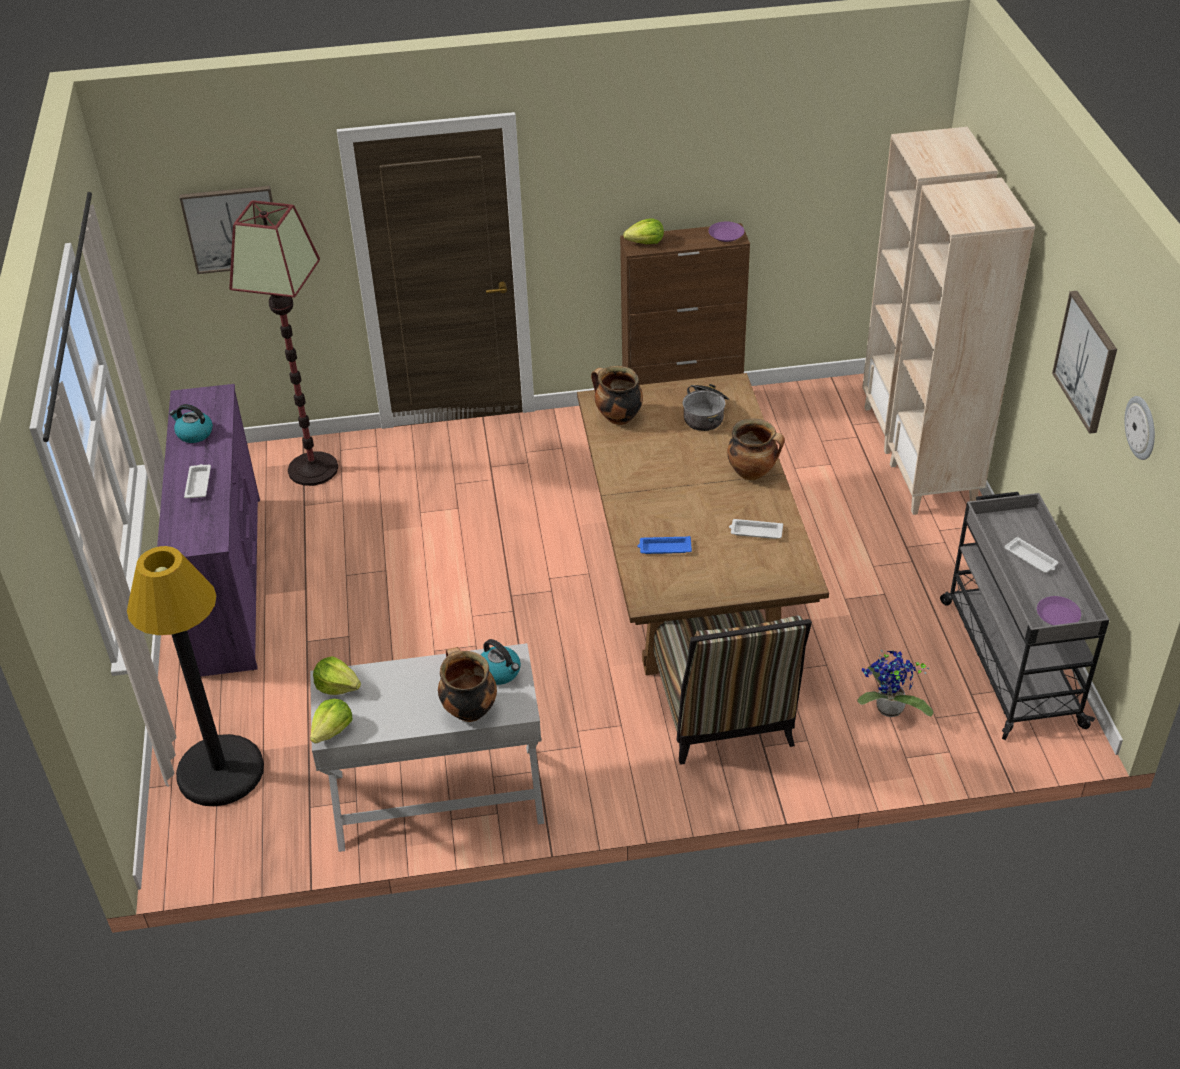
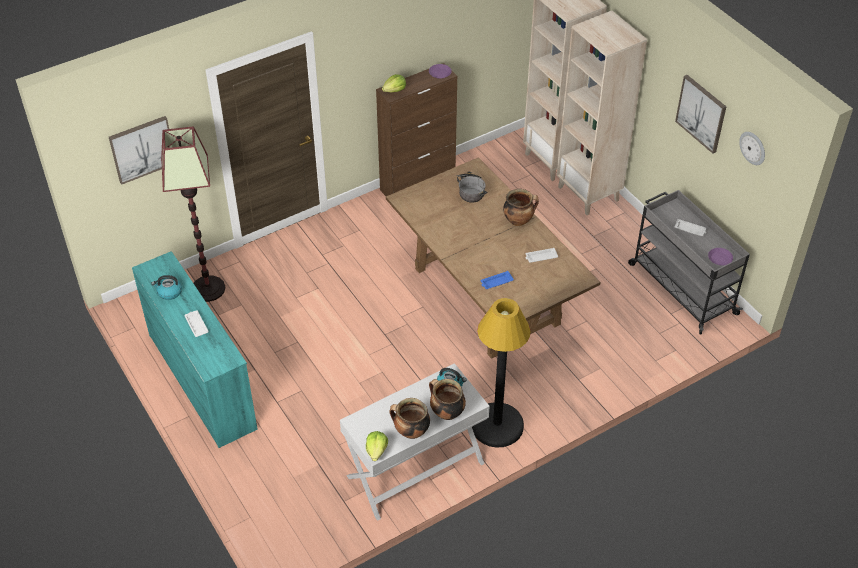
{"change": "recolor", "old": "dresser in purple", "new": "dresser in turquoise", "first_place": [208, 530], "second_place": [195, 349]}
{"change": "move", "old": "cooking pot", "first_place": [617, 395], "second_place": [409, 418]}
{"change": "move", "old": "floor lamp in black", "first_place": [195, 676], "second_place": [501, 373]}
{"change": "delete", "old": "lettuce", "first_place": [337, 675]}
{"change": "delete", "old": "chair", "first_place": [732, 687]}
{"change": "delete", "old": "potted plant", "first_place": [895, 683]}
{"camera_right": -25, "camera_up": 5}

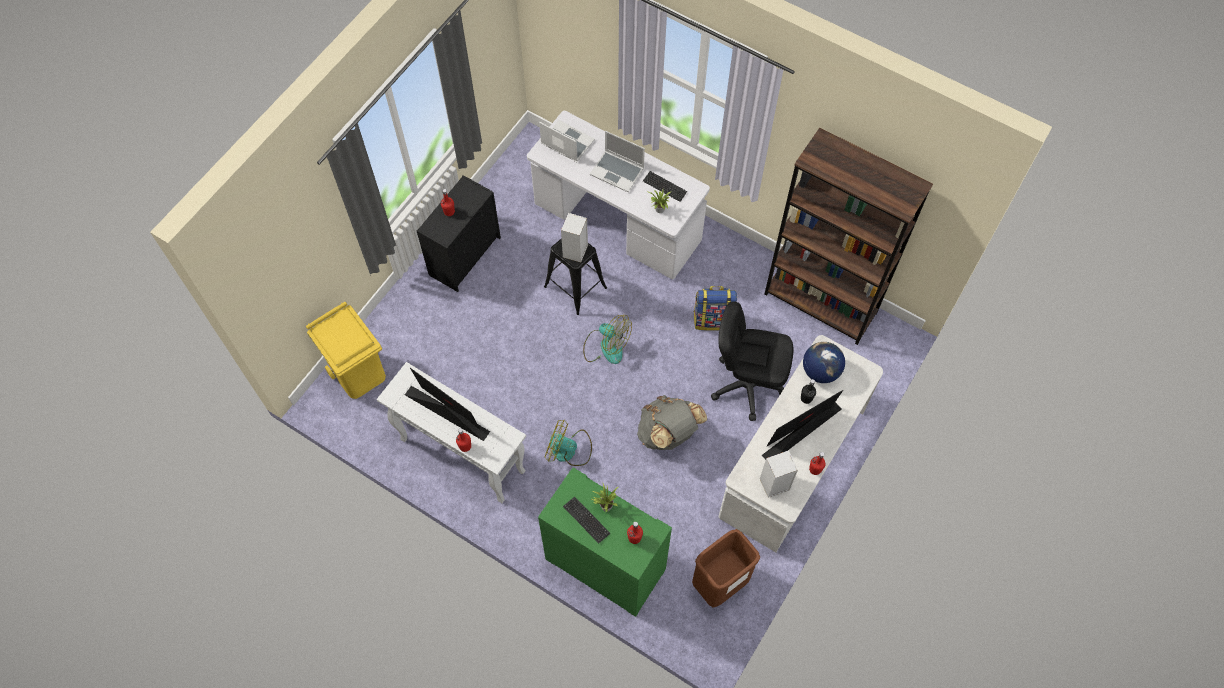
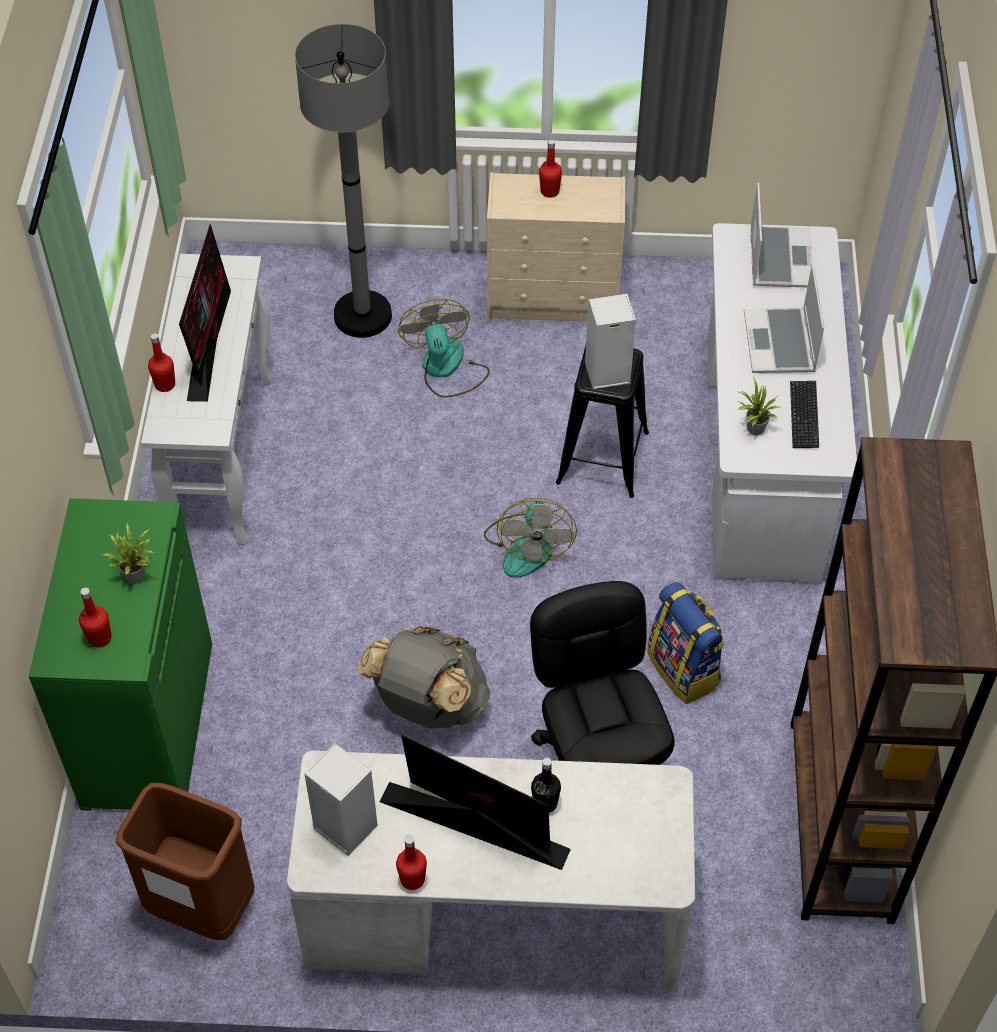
{"change": "insert", "new": "floor lamp in grey", "second_place": [343, 181]}
{"change": "move", "old": "fan", "first_place": [568, 443], "second_place": [444, 348]}
{"change": "recolor", "old": "dresser in black", "new": "dresser in beige", "first_place": [458, 233], "second_place": [556, 247]}
{"change": "delete", "old": "trash can in yellow", "first_place": [346, 350]}
{"change": "delete", "old": "keyboard", "first_place": [586, 520]}
{"change": "delete", "old": "globe", "first_place": [824, 362]}
{"camera_right": 60, "camera_up": -10}

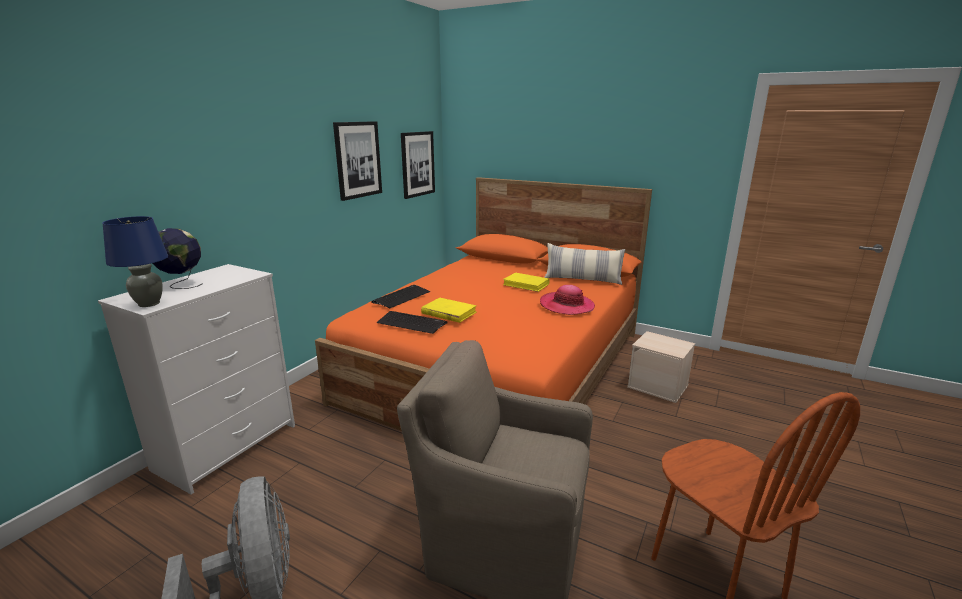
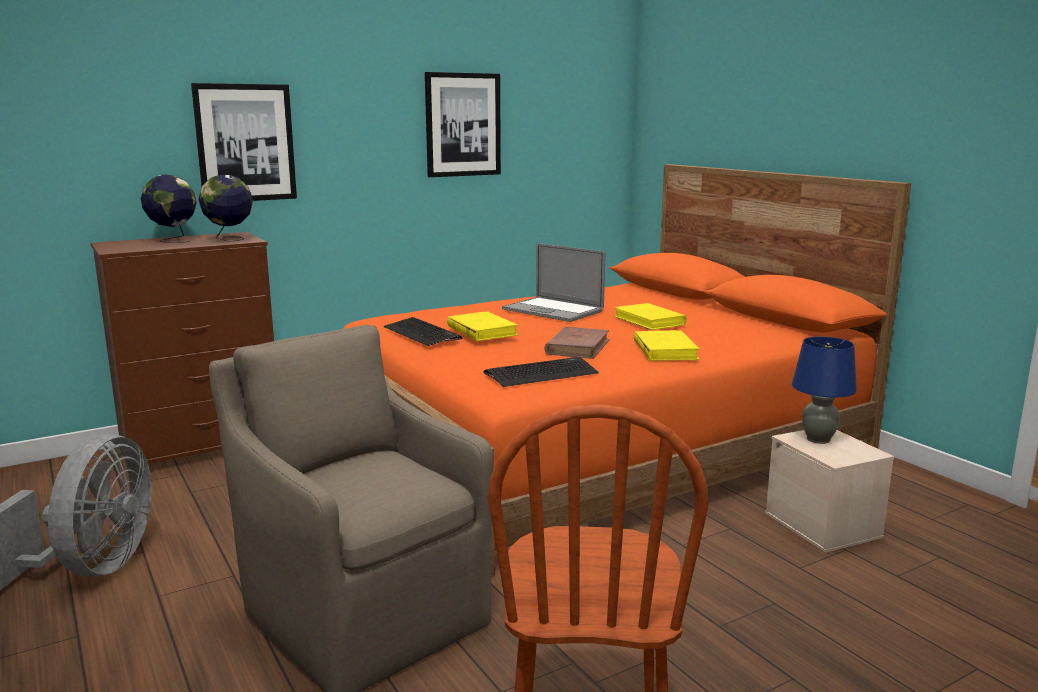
{"change": "recolor", "old": "dresser in white", "new": "dresser in brown", "first_place": [196, 379], "second_place": [182, 348]}
{"change": "move", "old": "picture", "first_place": [418, 165], "second_place": [244, 142]}
{"change": "insert", "new": "globe", "second_place": [226, 208]}
{"change": "move", "old": "keyboard", "first_place": [400, 296], "second_place": [541, 372]}
{"change": "insert", "new": "laptop", "second_place": [553, 282]}
{"change": "insert", "new": "book in brown", "second_place": [577, 343]}
{"change": "replace", "old": "hat", "new": "book in yellow", "first_place": [567, 300], "second_place": [667, 345]}
{"change": "move", "old": "table lamp in blue", "first_place": [135, 261], "second_place": [824, 390]}
{"change": "delete", "old": "pillow", "first_place": [584, 264]}
{"camera_right": 30, "camera_up": -5}

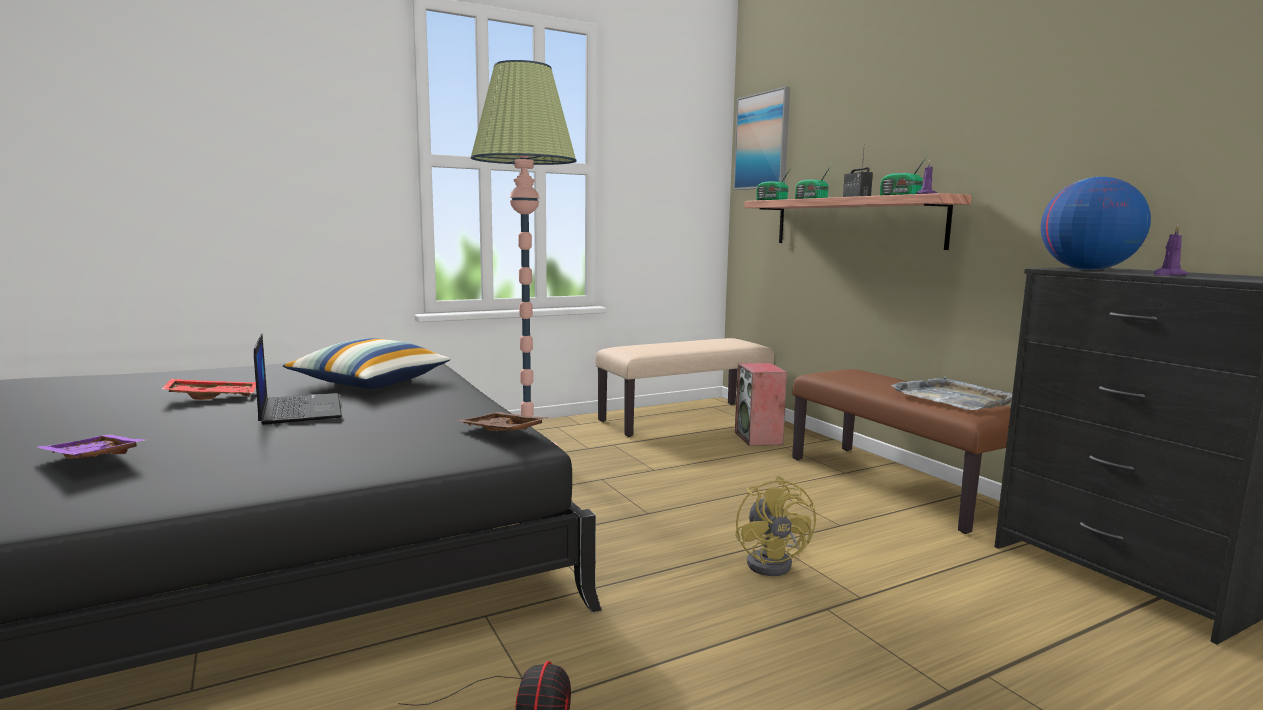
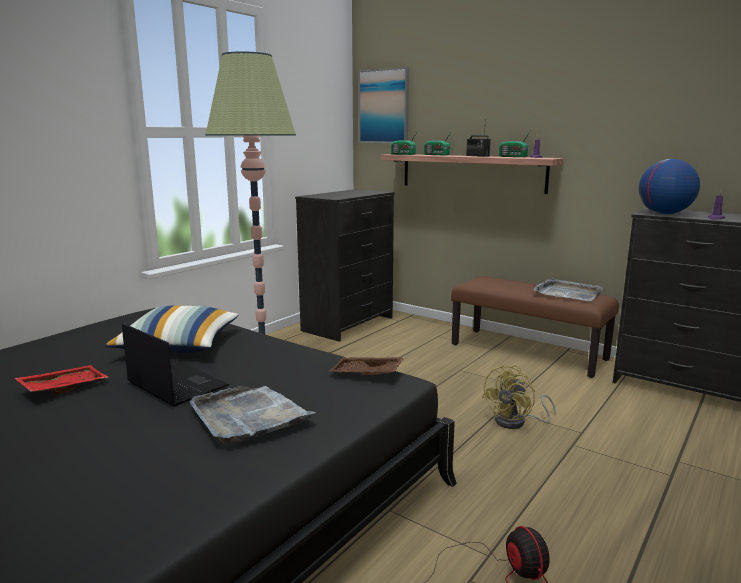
{"change": "insert", "new": "tray in grey", "second_place": [252, 414]}
{"change": "replace", "old": "bench in beige", "new": "dresser in black", "first_place": [685, 387], "second_place": [344, 265]}
{"change": "rotate", "old": "fan in yellow", "first_place": [776, 526], "second_place": [519, 397], "degrees": 75}
{"change": "delete", "old": "tray in purple", "first_place": [92, 447]}
{"change": "delete", "old": "speaker", "first_place": [761, 404]}
{"camera_right": -25, "camera_up": 5}

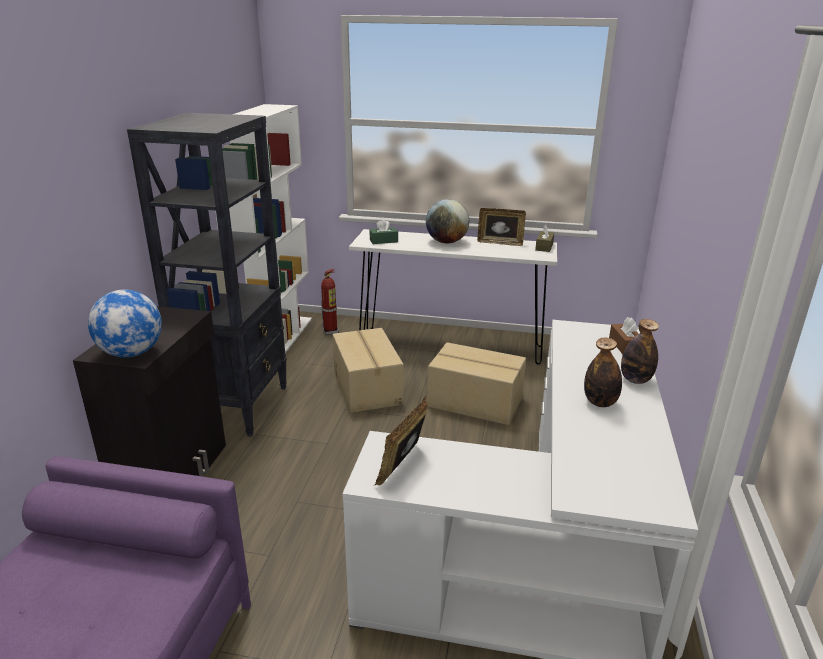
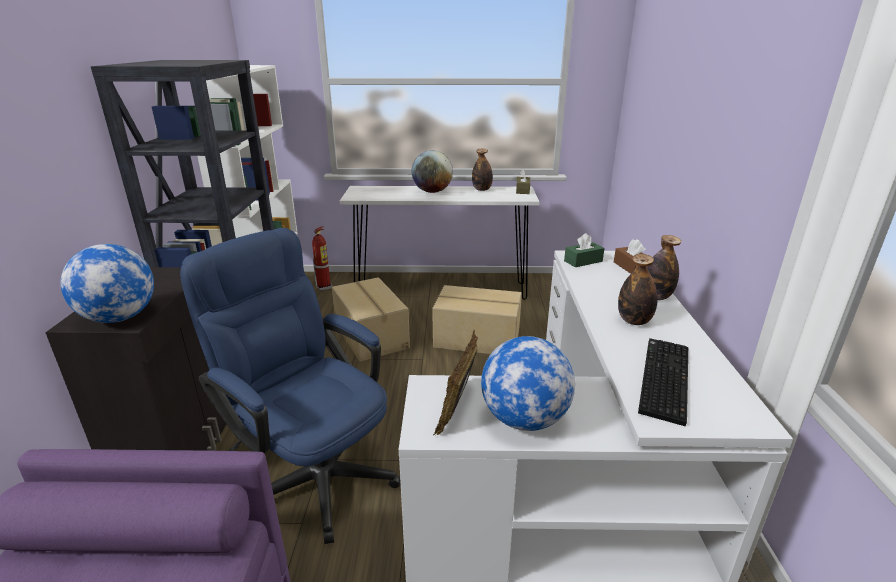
{"change": "insert", "new": "office chair in blue", "second_place": [290, 386]}
{"change": "replace", "old": "picture frame", "new": "bottle", "first_place": [501, 227], "second_place": [482, 170]}
{"change": "insert", "new": "globe", "second_place": [528, 383]}
{"change": "move", "old": "tissue box in green", "first_place": [384, 231], "second_place": [584, 250]}
{"change": "insert", "new": "keyboard", "second_place": [663, 382]}
{"camera_right": -10, "camera_up": 0}

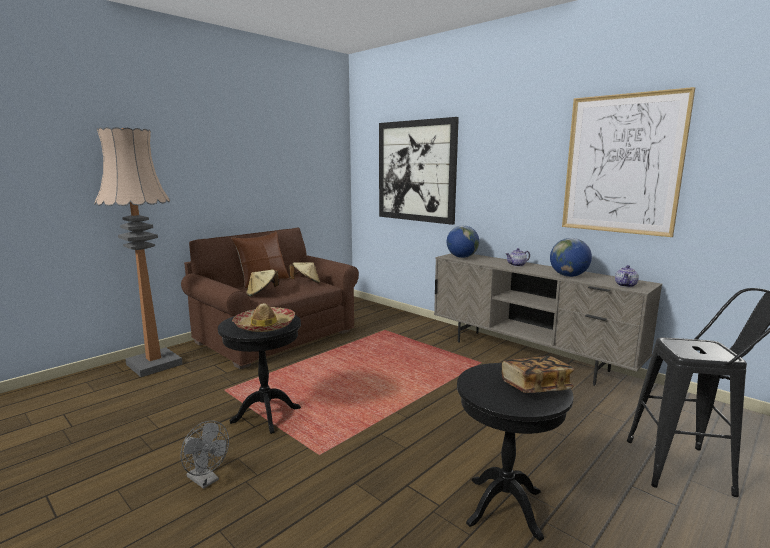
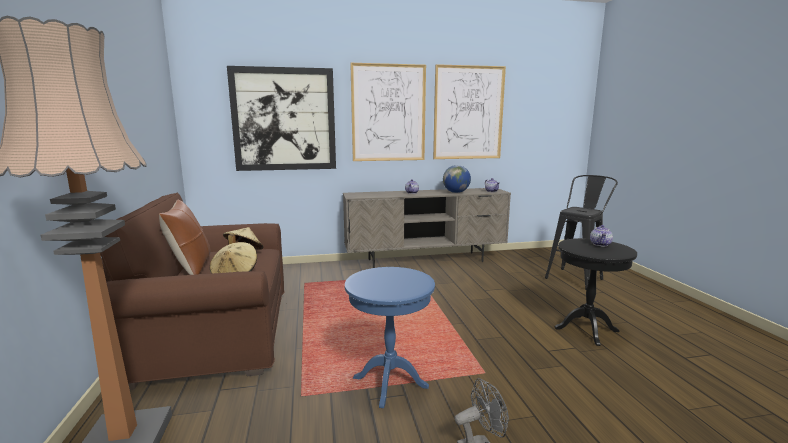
{"change": "recolor", "old": "side table in black", "new": "side table in blue", "first_place": [259, 374], "second_place": [390, 337]}
{"change": "insert", "new": "picture", "second_place": [388, 112]}
{"change": "replace", "old": "book", "new": "teapot", "first_place": [538, 374], "second_place": [601, 236]}
{"change": "delete", "old": "hat", "first_place": [263, 317]}
{"change": "delete", "old": "globe", "first_place": [463, 241]}
{"camera_right": -55, "camera_up": 0}

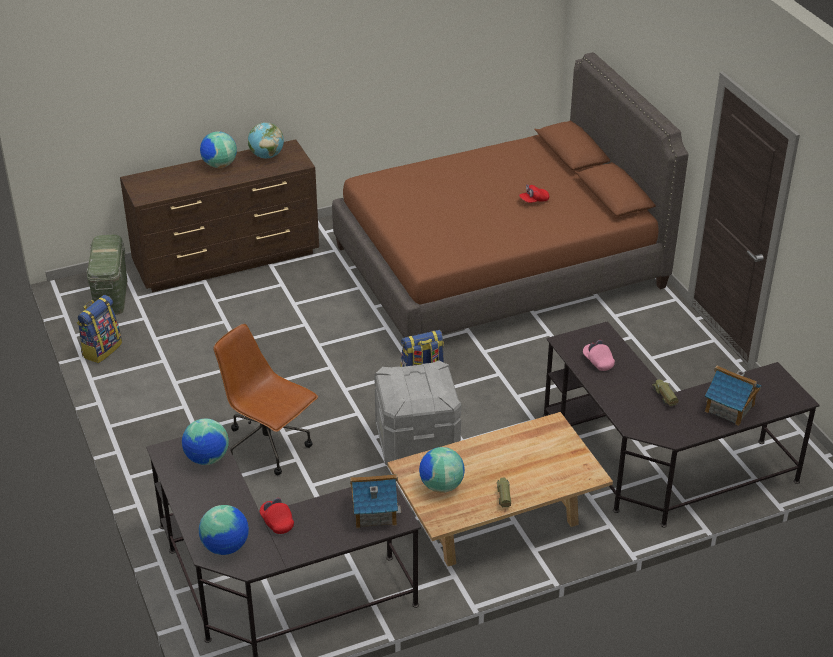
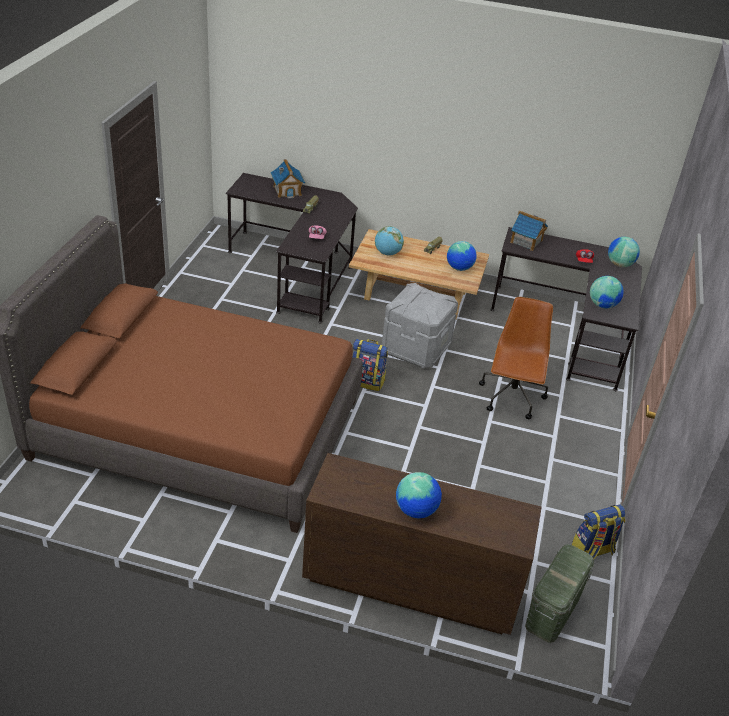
{"change": "move", "old": "globe", "first_place": [266, 140], "second_place": [389, 240]}
{"change": "rotate", "old": "office chair in brown", "first_place": [265, 399], "second_place": [516, 358], "degrees": -150}
{"change": "delete", "old": "cap in red", "first_place": [534, 193]}
{"camera_right": -145, "camera_up": 0}

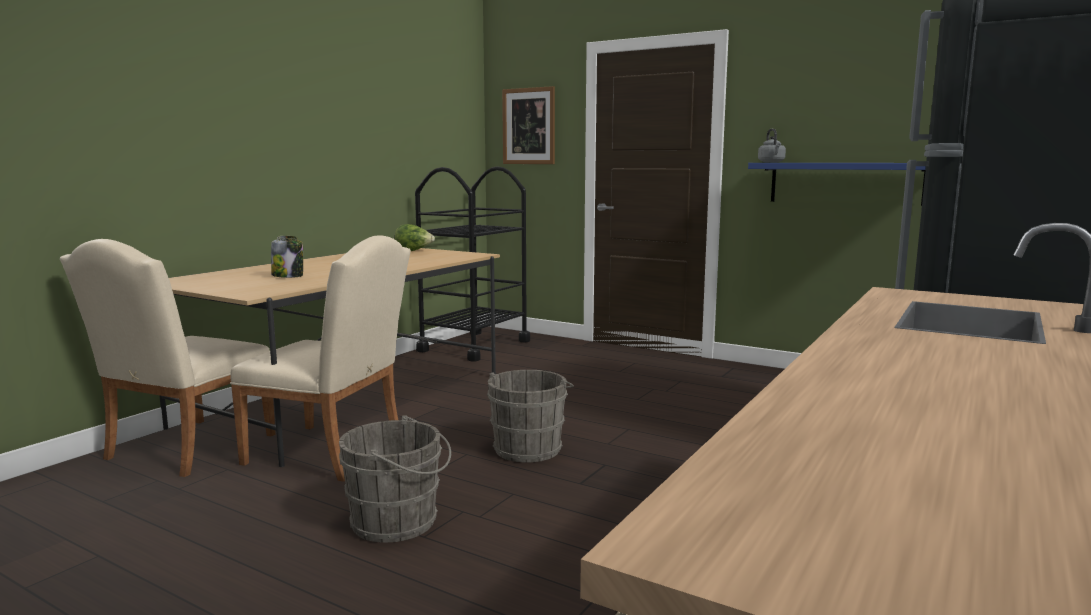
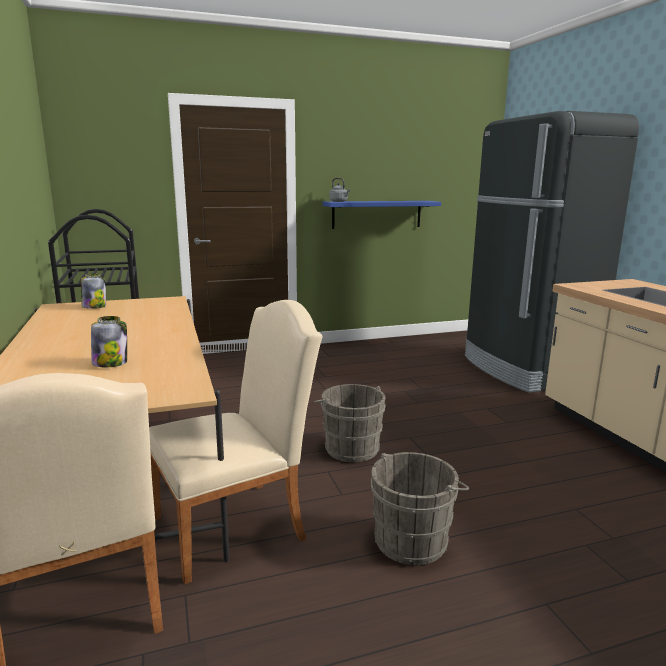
{"change": "replace", "old": "lettuce", "new": "jar", "first_place": [415, 237], "second_place": [93, 291]}
{"change": "delete", "old": "picture", "first_place": [528, 125]}
{"camera_right": -50, "camera_up": 5}

